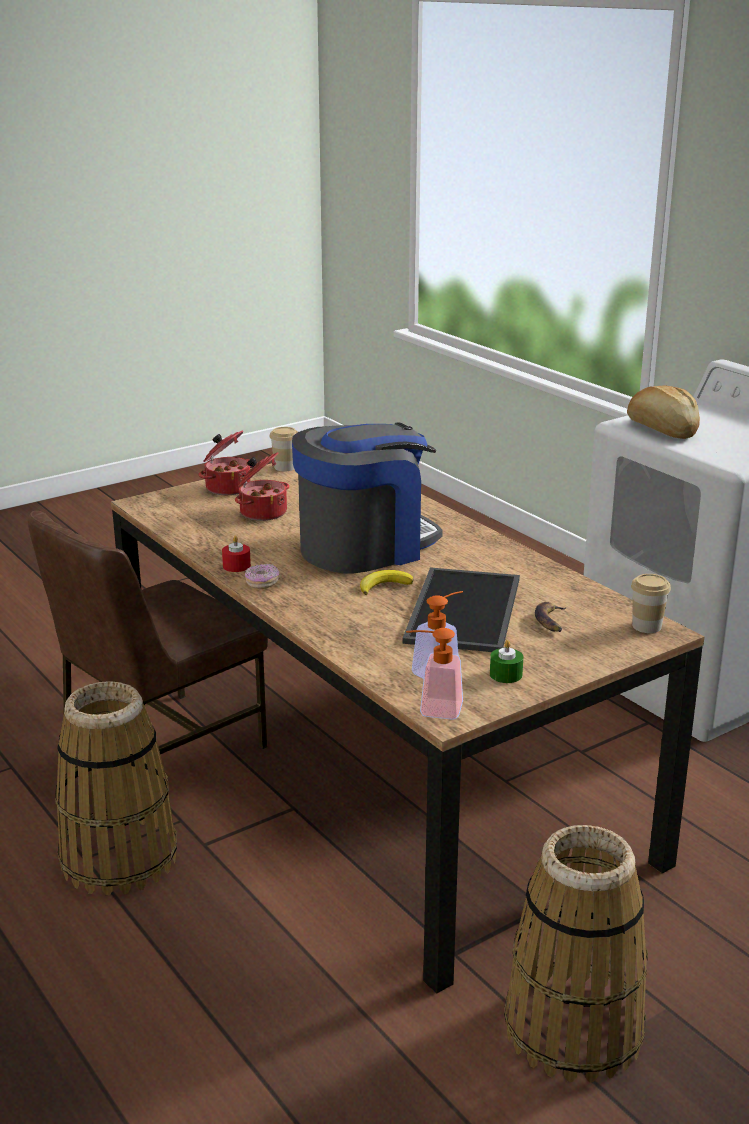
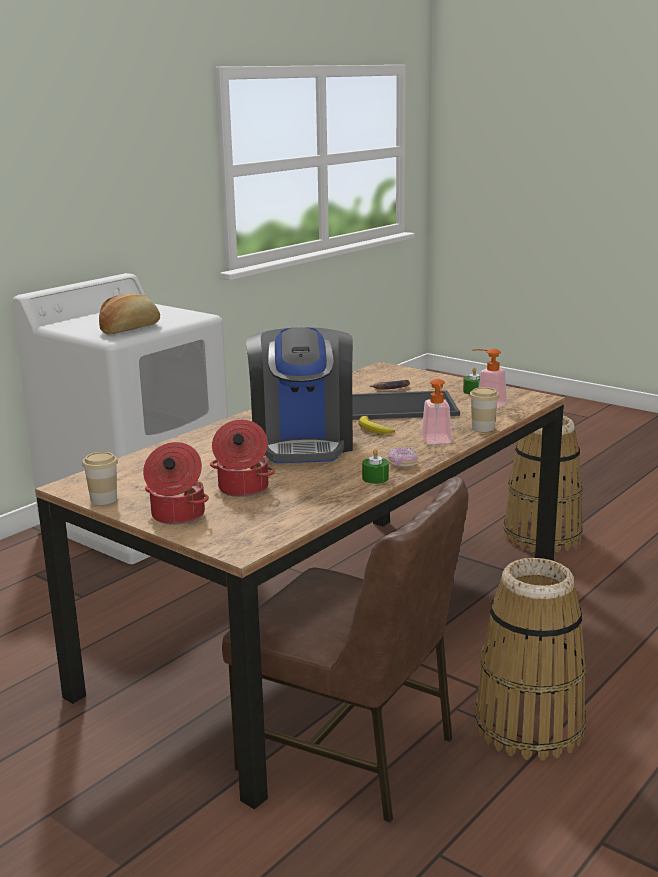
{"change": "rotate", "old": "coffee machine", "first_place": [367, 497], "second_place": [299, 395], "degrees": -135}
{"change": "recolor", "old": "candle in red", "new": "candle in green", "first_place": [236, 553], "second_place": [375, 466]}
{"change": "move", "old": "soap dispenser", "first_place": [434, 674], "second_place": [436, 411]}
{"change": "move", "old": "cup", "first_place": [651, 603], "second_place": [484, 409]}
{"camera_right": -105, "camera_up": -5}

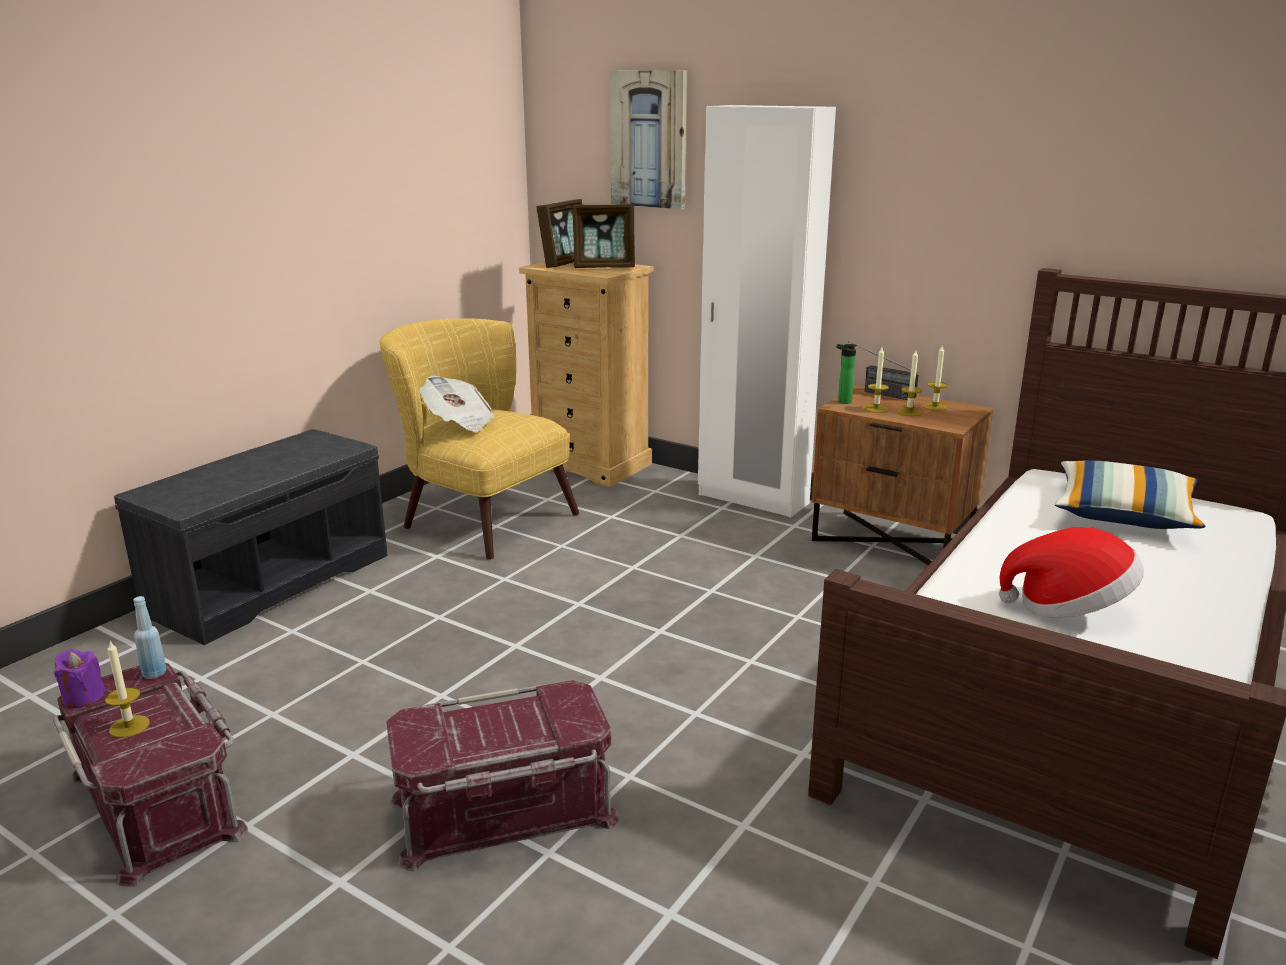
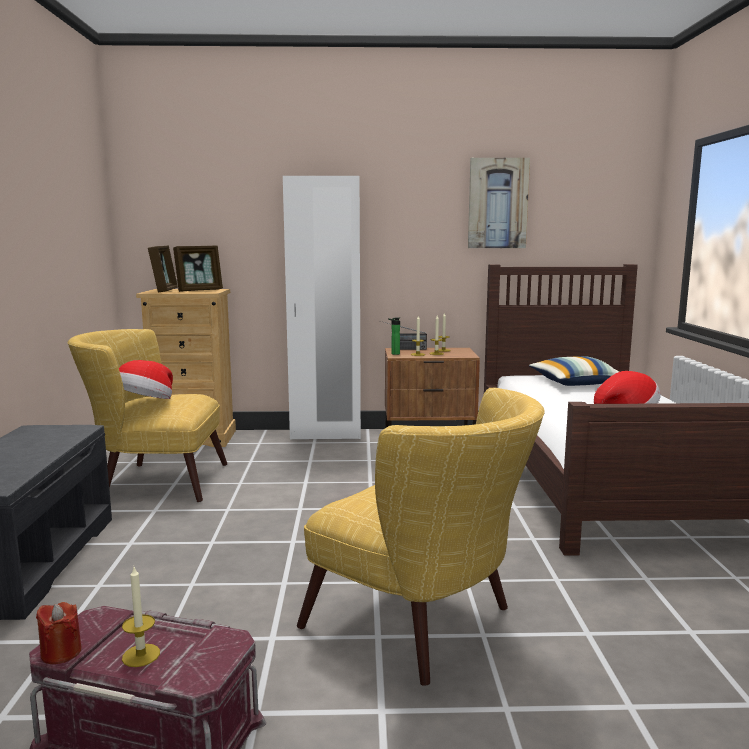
{"change": "recolor", "old": "candle in purple", "new": "candle in red", "first_place": [79, 678], "second_place": [59, 633]}
{"change": "replace", "old": "newspaper", "new": "hat", "first_place": [457, 404], "second_place": [146, 379]}
{"change": "replace", "old": "storage box in red", "new": "armchair in yellow", "first_place": [502, 775], "second_place": [421, 537]}
{"change": "move", "old": "picture", "first_place": [648, 139], "second_place": [499, 203]}
{"change": "delete", "old": "bottle in blue", "first_place": [150, 637]}
{"camera_right": -35, "camera_up": -10}

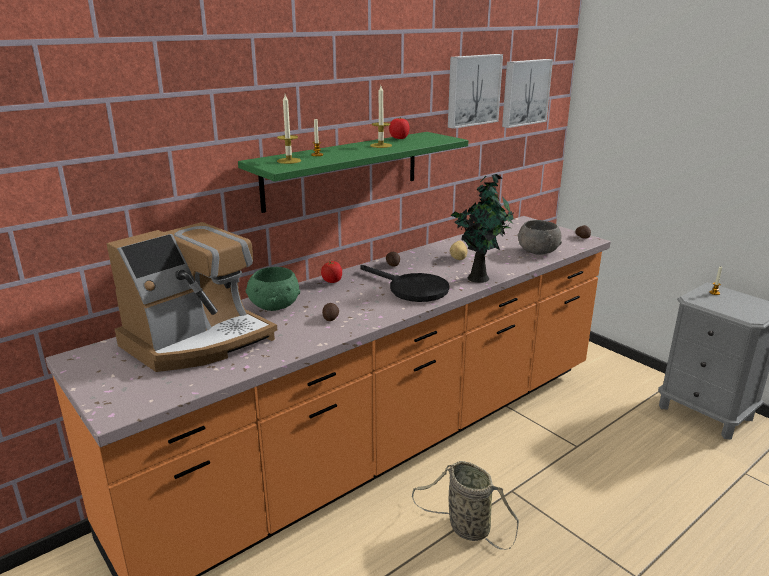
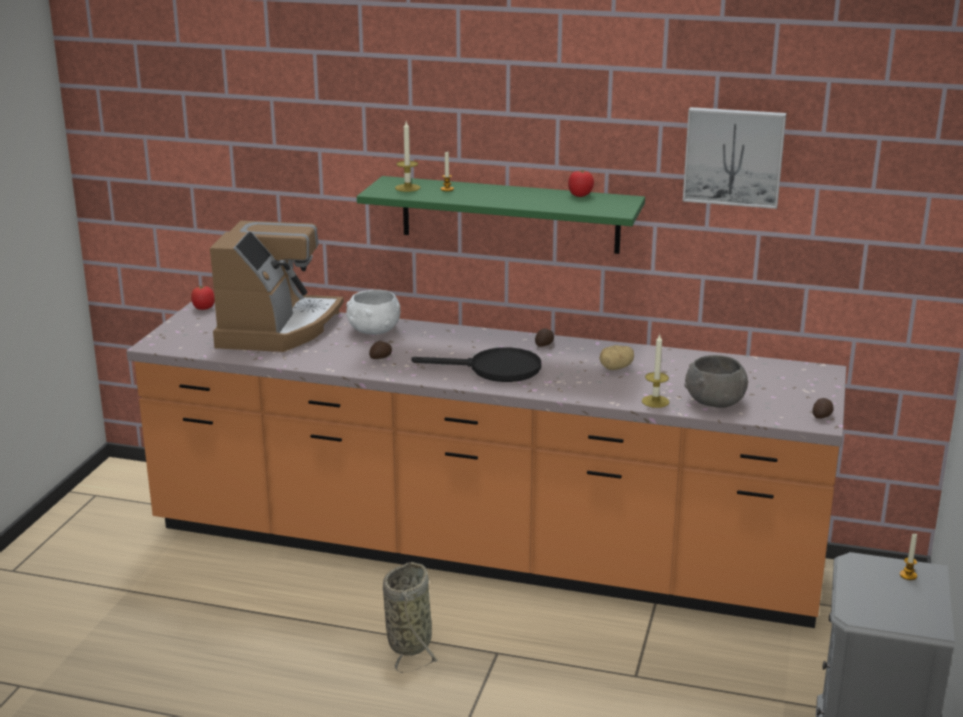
{"change": "move", "old": "tomato", "first_place": [331, 272], "second_place": [203, 298]}
{"change": "rotate", "old": "coffee machine", "first_place": [191, 297], "second_place": [277, 286], "degrees": -90}
{"change": "recolor", "old": "bowl in green", "new": "bowl in white", "first_place": [273, 289], "second_place": [373, 312]}
{"change": "rotate", "old": "frying pan in black", "first_place": [405, 283], "second_place": [476, 364], "degrees": -90}
{"change": "move", "old": "candle", "first_place": [381, 117], "second_place": [655, 371]}
{"change": "delete", "old": "potted plant", "first_place": [482, 228]}
{"change": "delete", "old": "picture", "first_place": [527, 93]}
{"camera_right": 55, "camera_up": 0}

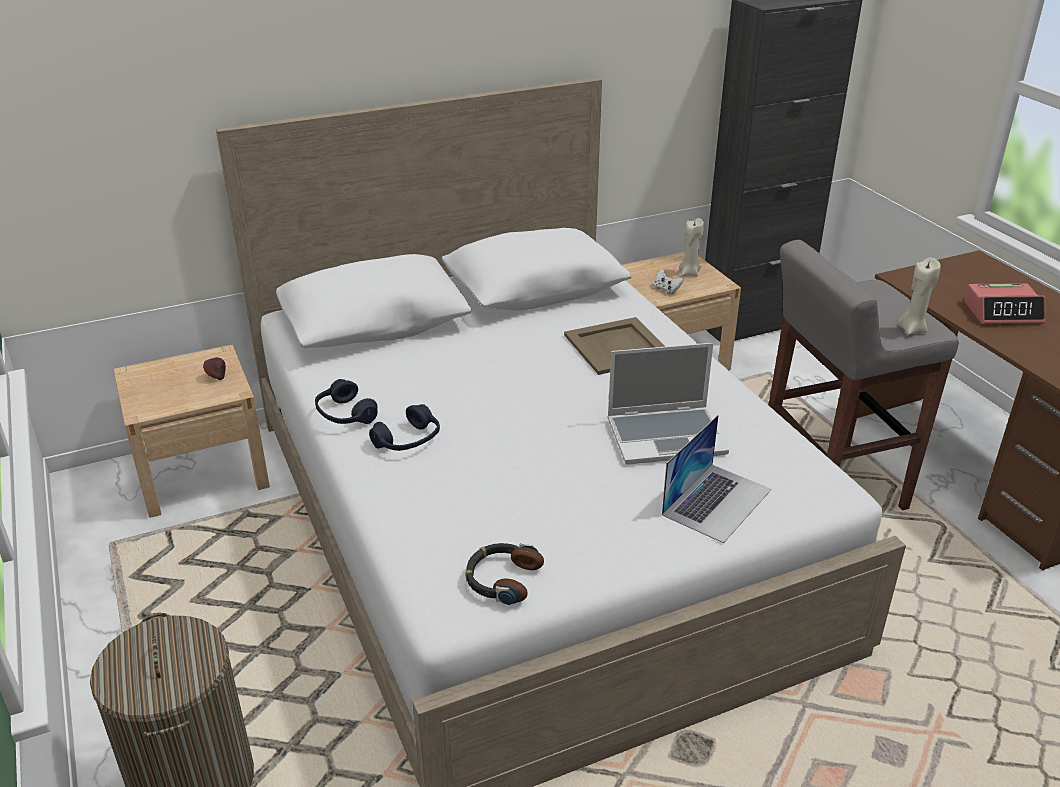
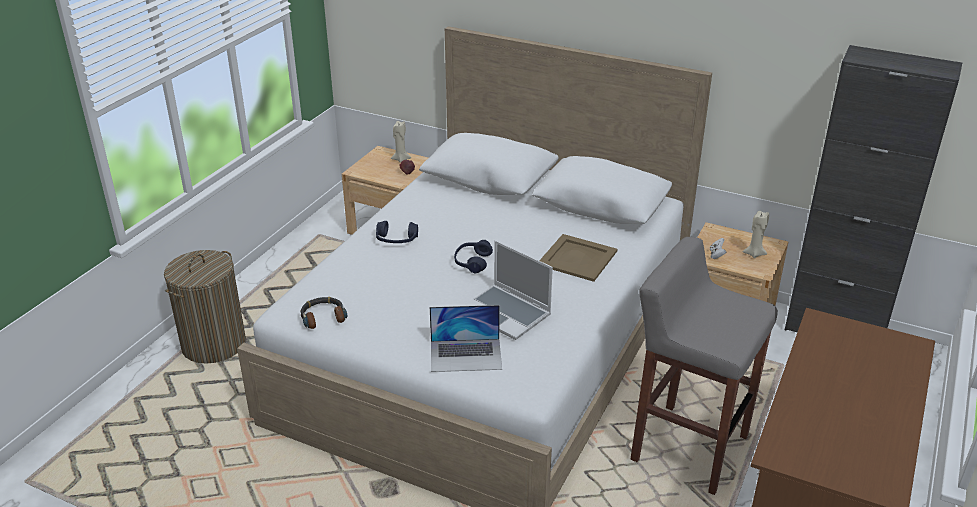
{"change": "move", "old": "candle in beige", "first_place": [919, 296], "second_place": [401, 142]}
{"change": "move", "old": "headphones in blue", "first_place": [346, 401], "second_place": [473, 256]}
{"change": "delete", "old": "alarm clock", "first_place": [1004, 303]}
{"camera_right": 50, "camera_up": 0}

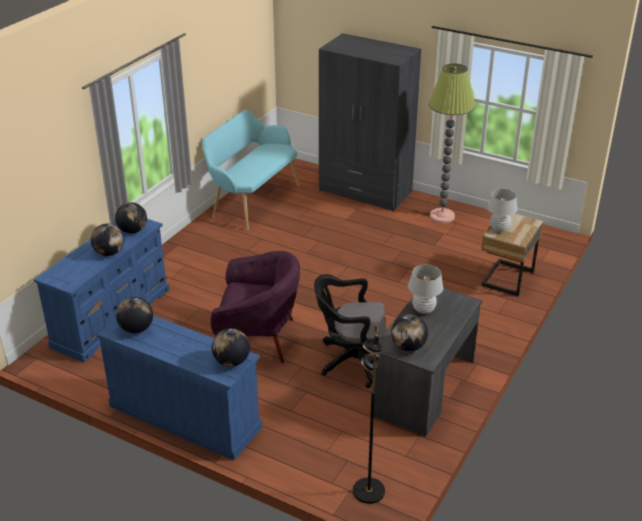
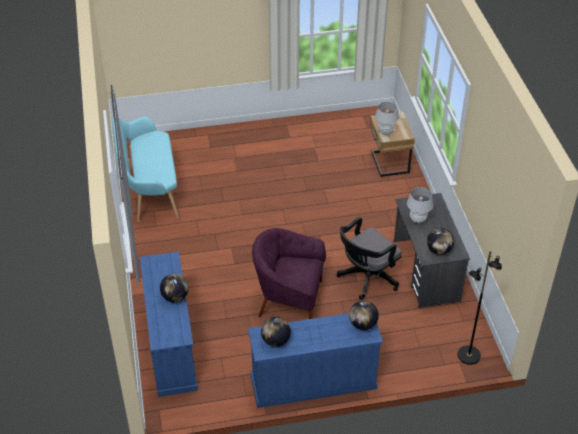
{"change": "rotate", "old": "armchair in purple", "first_place": [255, 307], "second_place": [289, 273], "degrees": -135}
{"change": "delete", "old": "globe", "first_place": [131, 218]}
{"change": "delete", "old": "wardrobe in grey", "first_place": [370, 122]}
{"change": "delete", "old": "floor lamp", "first_place": [452, 143]}
{"camera_right": -40, "camera_up": 10}

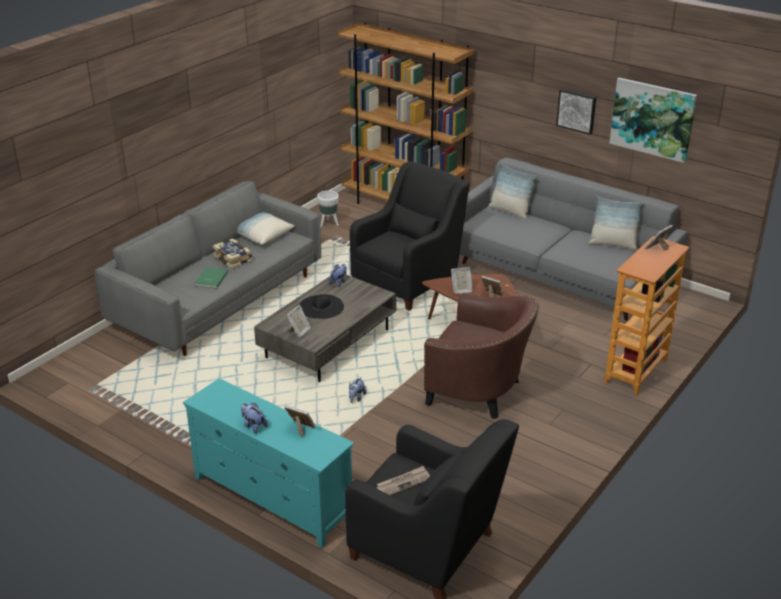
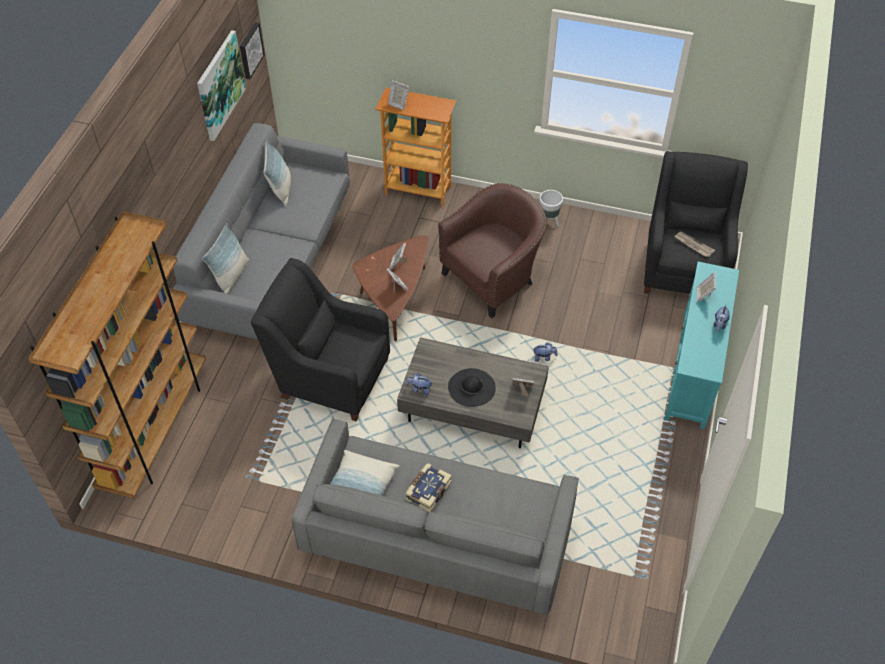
{"change": "move", "old": "picture", "first_place": [576, 112], "second_place": [252, 50]}
{"change": "rotate", "old": "armchair in brown", "first_place": [481, 356], "second_place": [492, 250], "degrees": 45}
{"change": "move", "old": "planter in white", "first_place": [328, 209], "second_place": [551, 208]}
{"change": "delete", "old": "book in green", "first_place": [211, 278]}
{"camera_right": -110, "camera_up": 20}

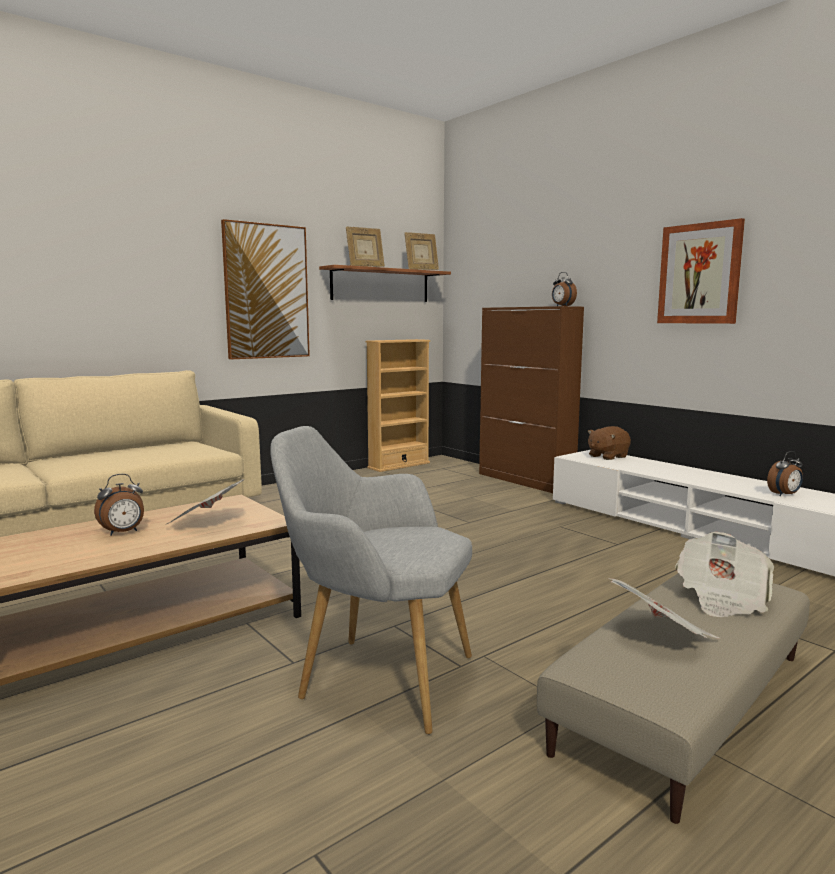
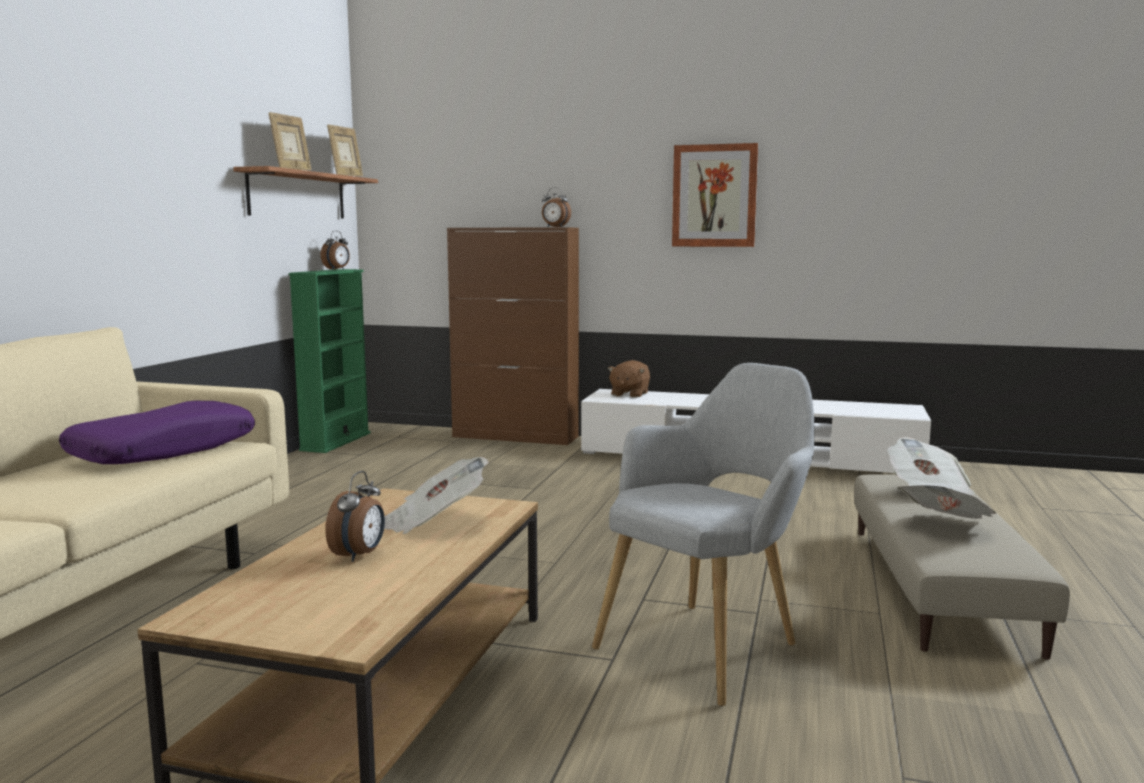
{"change": "insert", "new": "pillow in purple", "second_place": [157, 432]}
{"change": "recolor", "old": "bookcase in beige", "new": "bookcase in green", "first_place": [398, 405], "second_place": [330, 361]}
{"change": "move", "old": "alarm clock", "first_place": [785, 473], "second_place": [335, 250]}
{"change": "rotate", "old": "armchair in grey", "first_place": [371, 580], "second_place": [703, 534], "degrees": 150}
{"change": "delete", "old": "picture", "first_place": [265, 289]}
{"camera_right": -35, "camera_up": 0}

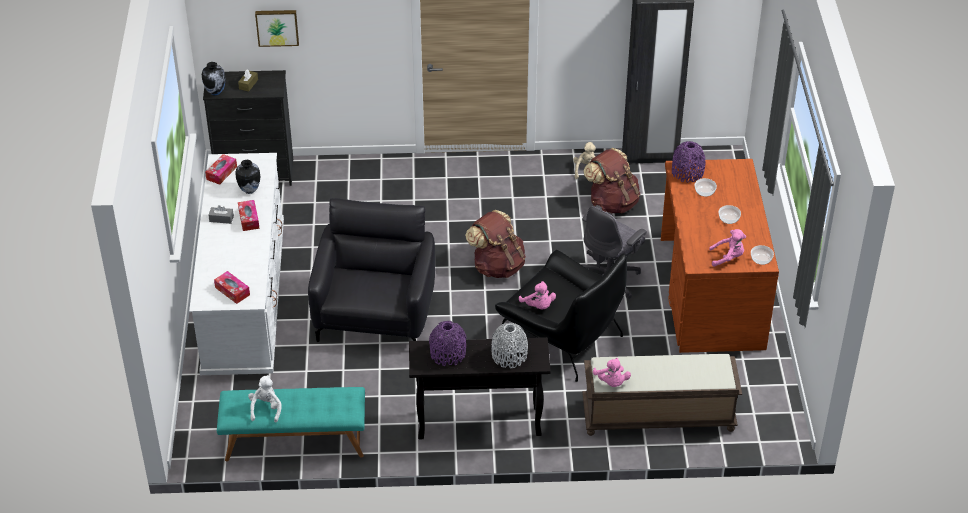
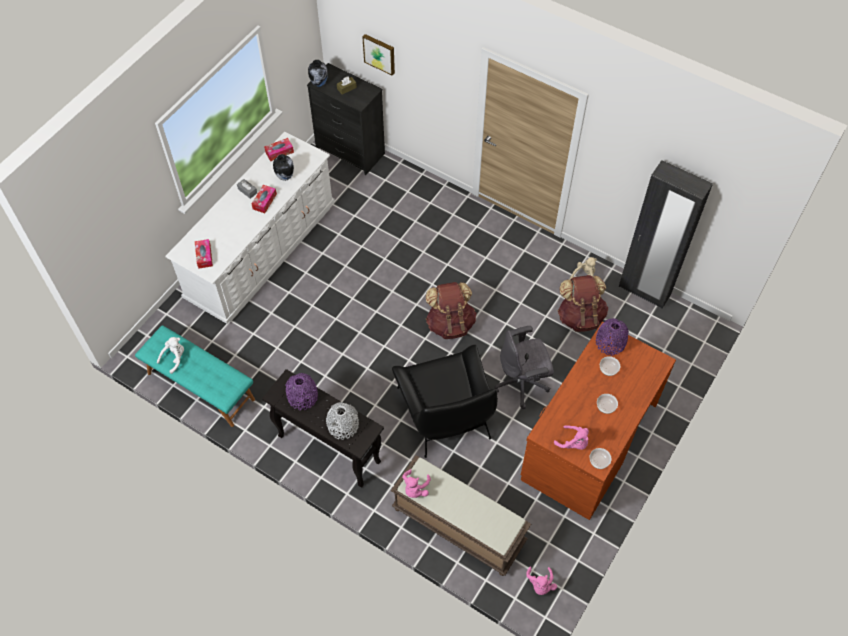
{"change": "move", "old": "plush toy in pink", "first_place": [537, 295], "second_place": [541, 581]}
{"change": "delete", "old": "armchair in black", "first_place": [371, 270]}
{"camera_right": 35, "camera_up": 15}

